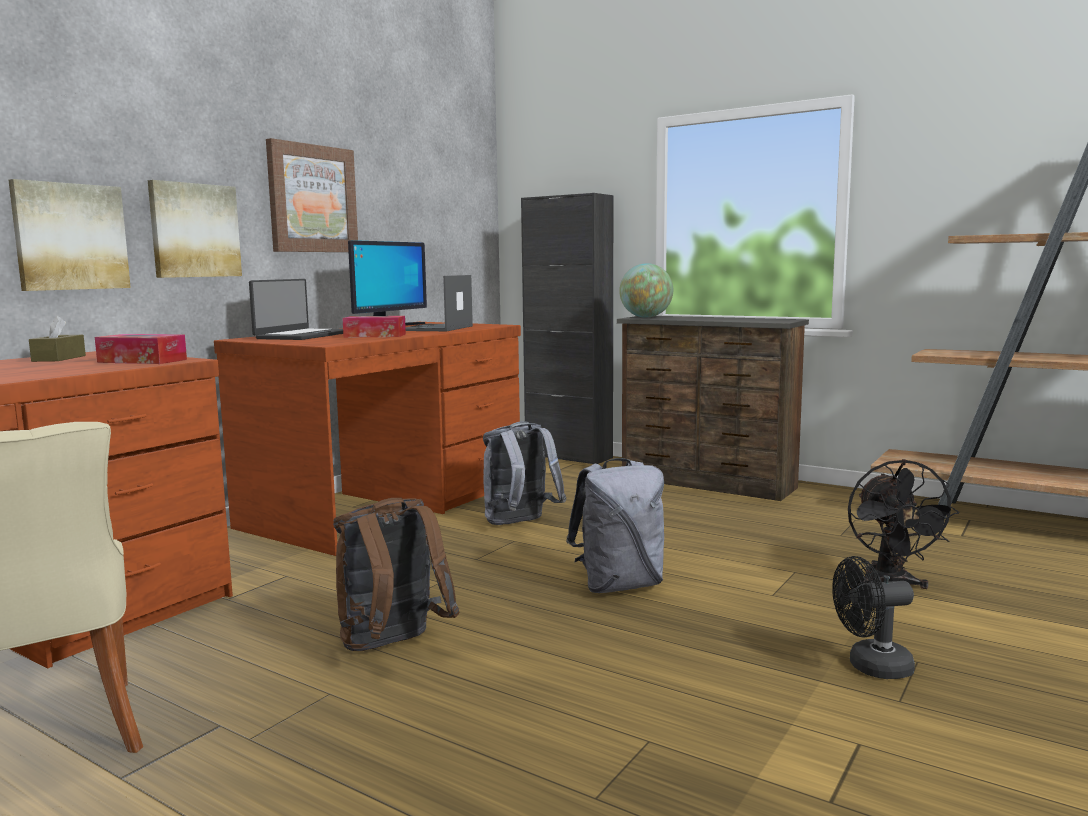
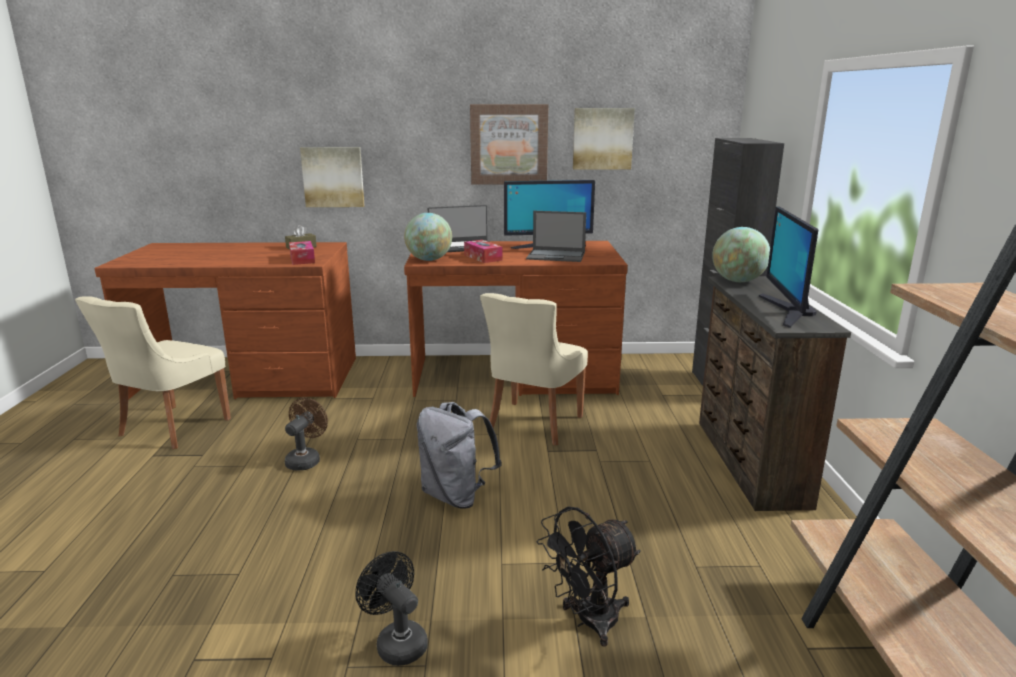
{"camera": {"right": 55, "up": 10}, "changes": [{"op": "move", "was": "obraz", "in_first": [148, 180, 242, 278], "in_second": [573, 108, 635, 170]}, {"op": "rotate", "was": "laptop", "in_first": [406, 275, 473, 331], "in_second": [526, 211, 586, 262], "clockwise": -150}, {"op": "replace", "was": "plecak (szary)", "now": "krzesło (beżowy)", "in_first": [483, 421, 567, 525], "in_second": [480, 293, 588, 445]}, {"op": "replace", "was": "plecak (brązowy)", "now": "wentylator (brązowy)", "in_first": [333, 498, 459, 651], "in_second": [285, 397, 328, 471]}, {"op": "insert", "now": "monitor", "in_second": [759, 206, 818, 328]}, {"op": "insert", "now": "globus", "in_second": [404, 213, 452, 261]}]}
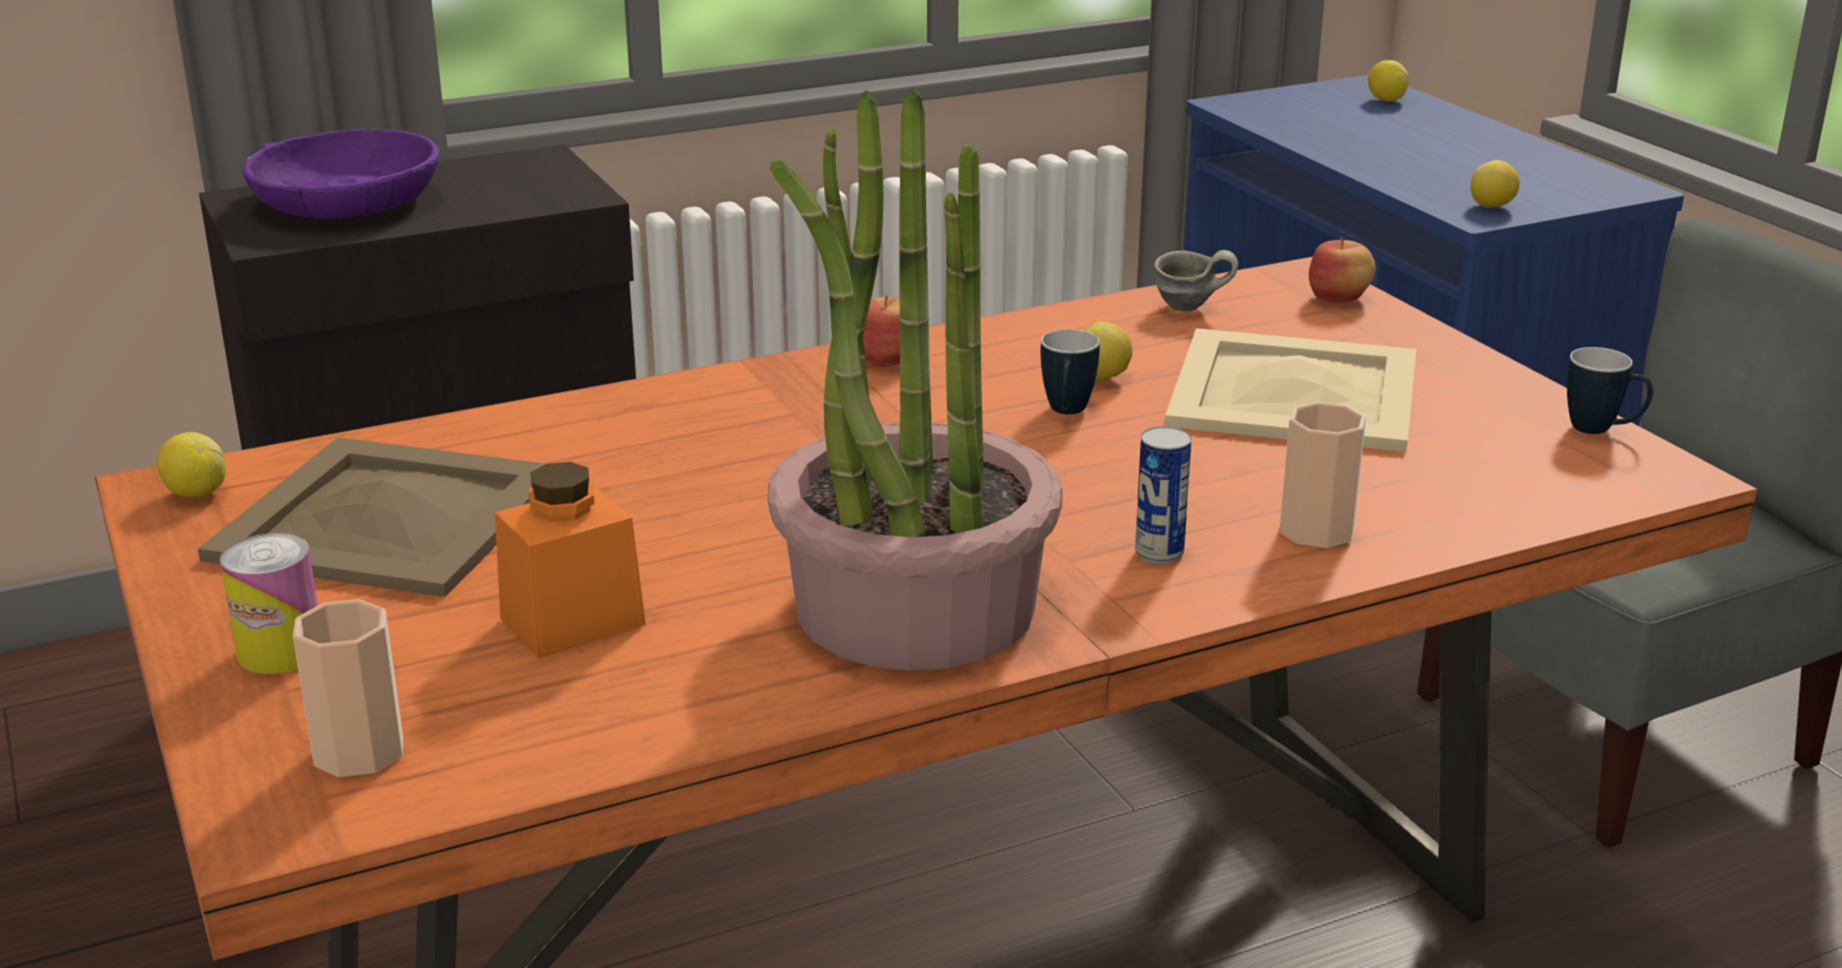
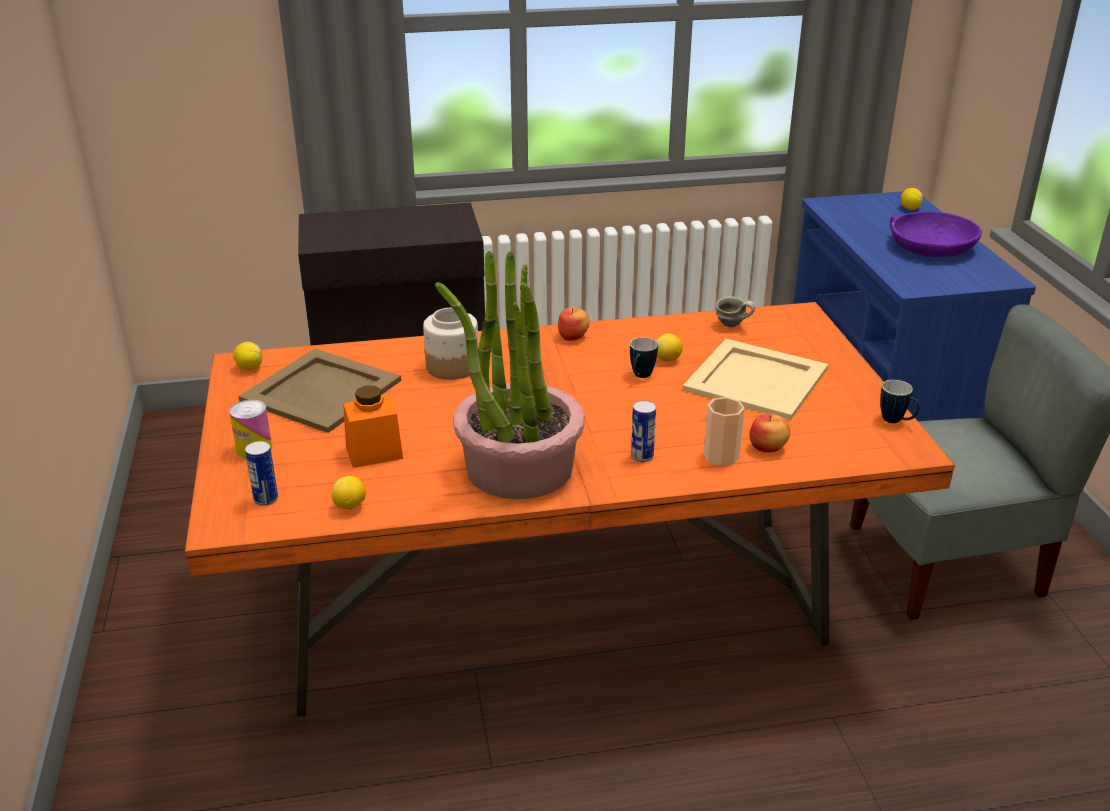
{"camera": {"right": 15, "up": 5}, "changes": [{"op": "move", "was": "miska (fioletowy)", "in_first": [243, 129, 439, 219], "in_second": [890, 211, 982, 257]}, {"op": "move", "was": "cytryna", "in_first": [1471, 160, 1520, 208], "in_second": [332, 476, 366, 510]}, {"op": "move", "was": "jabłko", "in_first": [1309, 237, 1376, 303], "in_second": [749, 414, 790, 453]}, {"op": "replace", "was": "filiżanka", "now": "puszka", "in_first": [293, 599, 403, 777], "in_second": [245, 441, 278, 506]}, {"op": "insert", "now": "słoik", "in_second": [423, 308, 479, 380]}]}
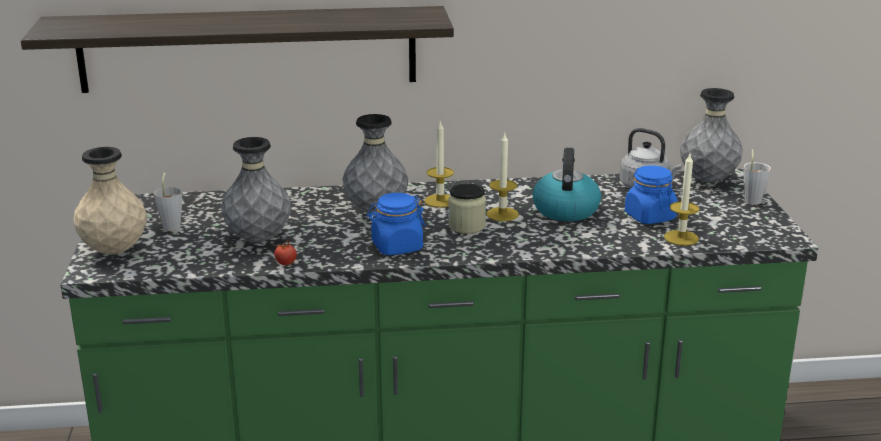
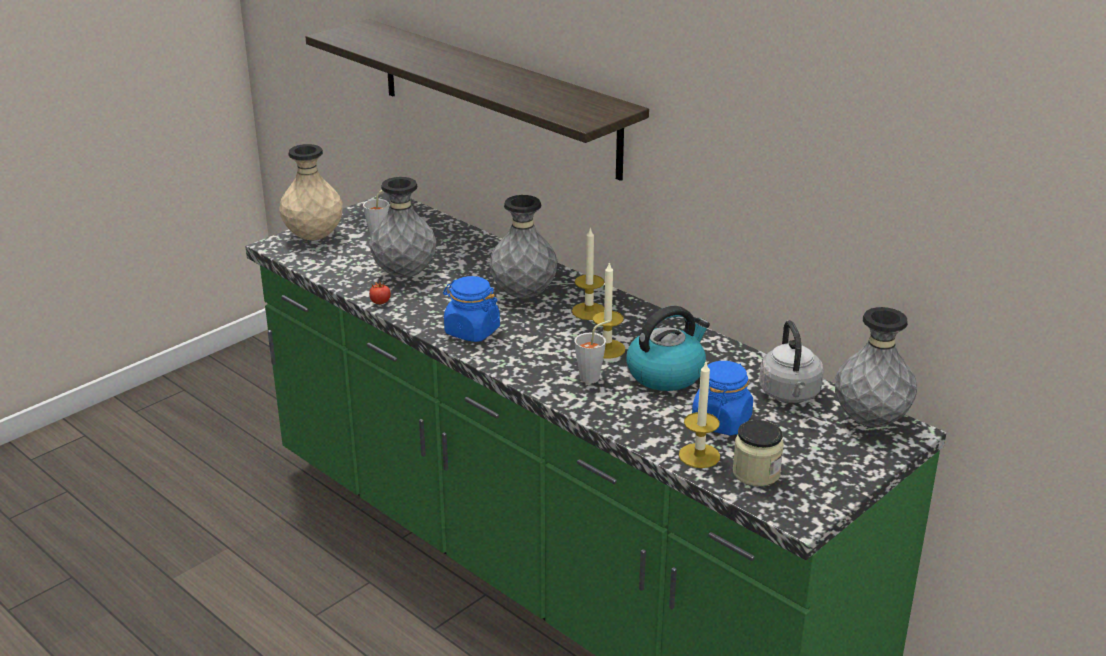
{"camera": {"right": 50, "up": 5}, "changes": [{"op": "move", "was": "filiżanka (szary)", "in_first": [744, 149, 771, 205], "in_second": [575, 320, 610, 384]}, {"op": "move", "was": "słoik", "in_first": [448, 183, 486, 234], "in_second": [733, 420, 784, 487]}]}
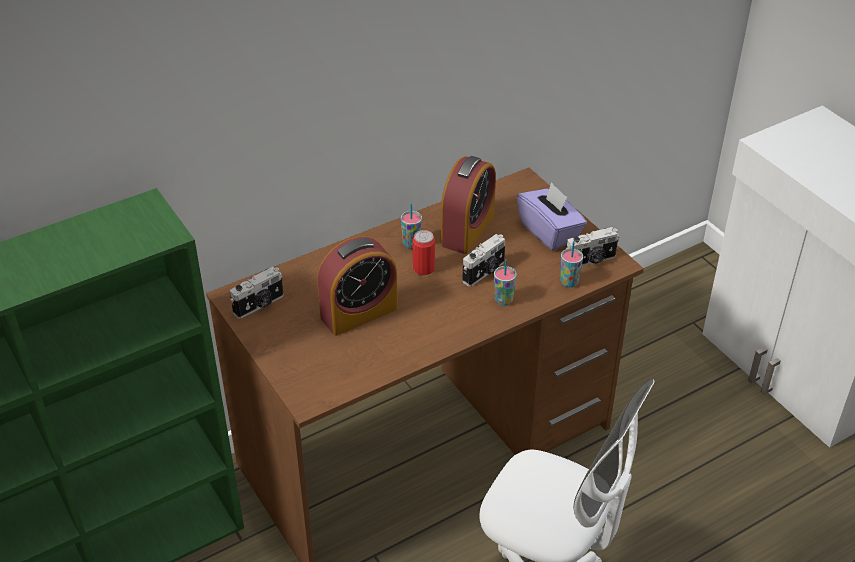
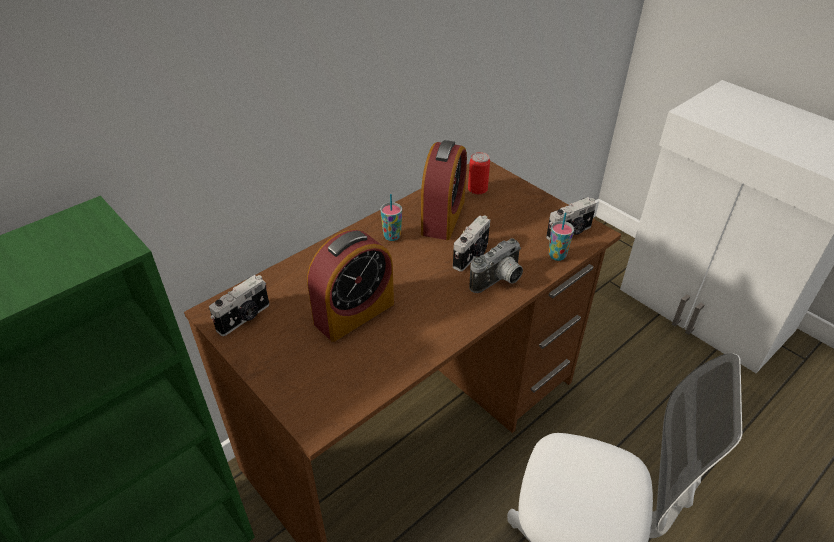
{"camera": {"right": -10, "up": 0}, "changes": [{"op": "delete", "was": "pudełko chusteczek (fioletowy)", "in_first": [517, 182, 587, 250]}, {"op": "move", "was": "puszka", "in_first": [412, 230, 435, 275], "in_second": [468, 152, 490, 194]}, {"op": "replace", "was": "filiżanka", "now": "aparat fotograficzny", "in_first": [494, 259, 517, 306], "in_second": [469, 238, 523, 293]}]}
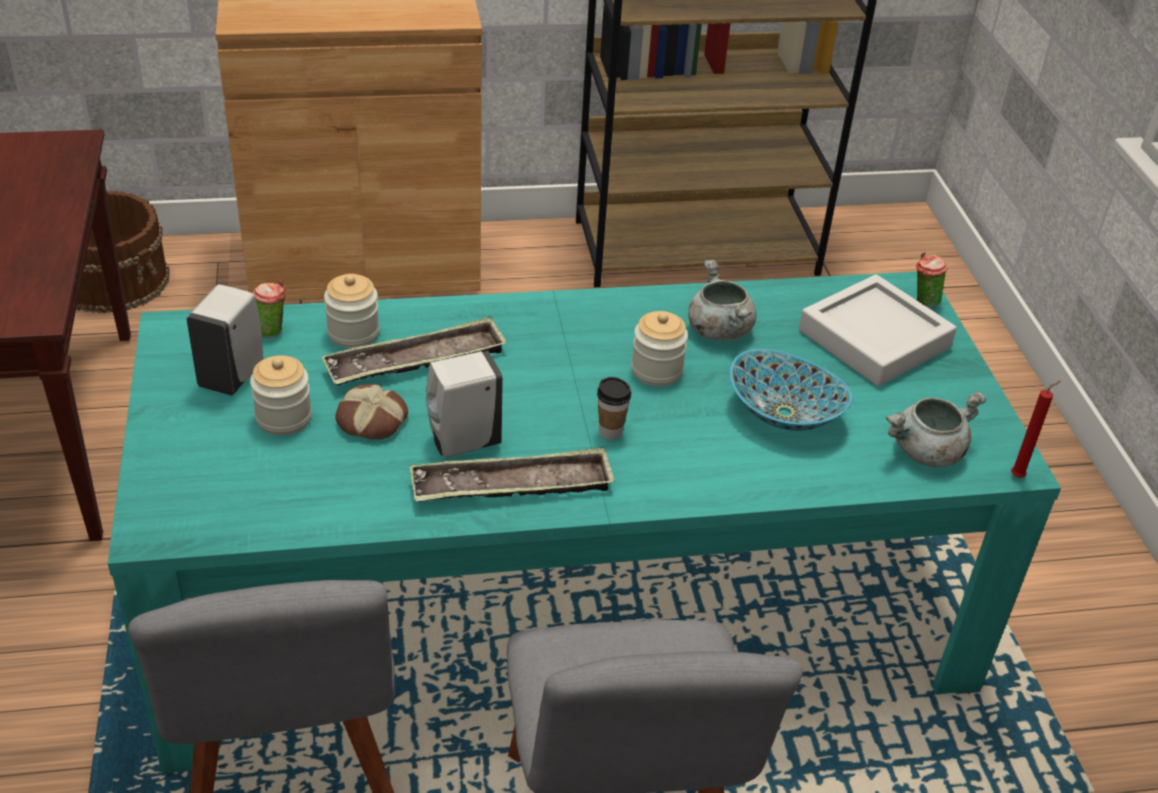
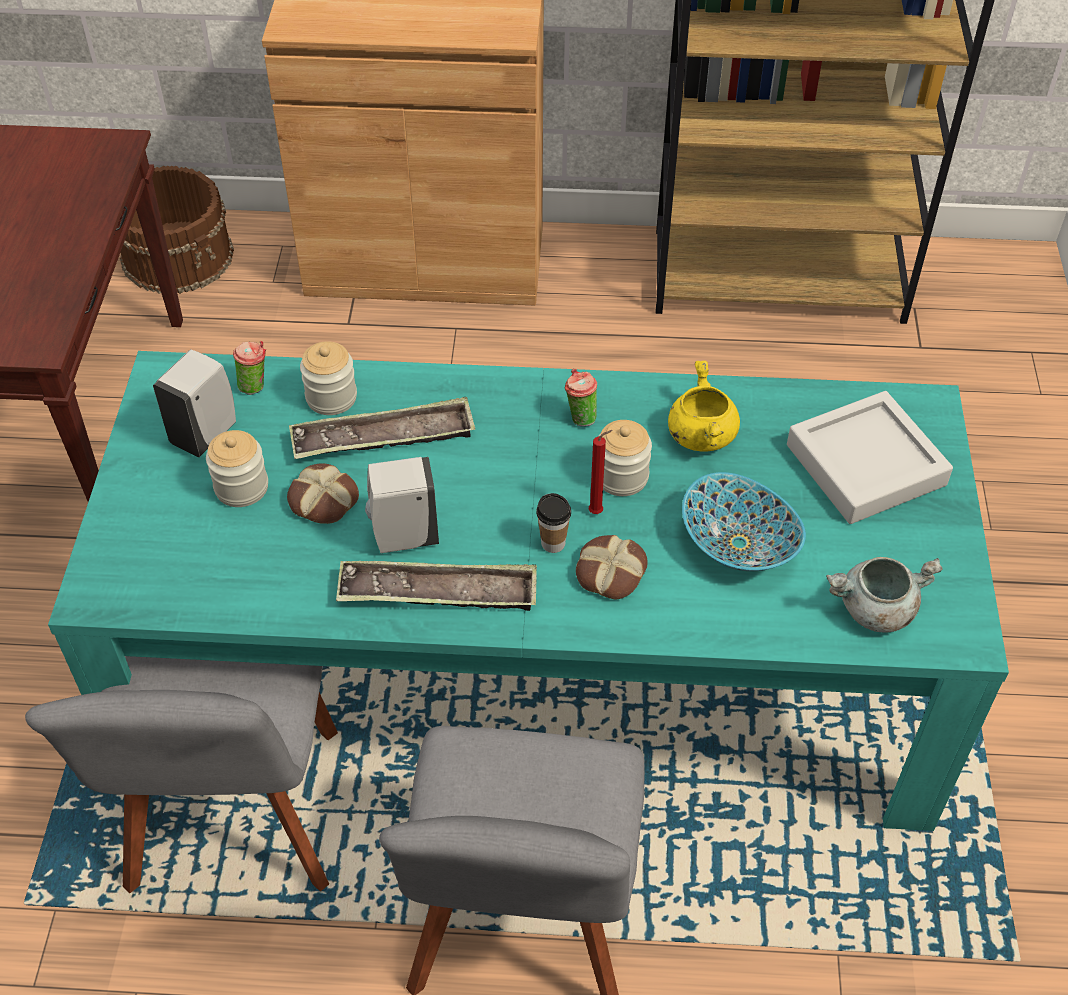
{"camera": {"right": 15, "up": 10}, "changes": [{"op": "move", "was": "filiżanka", "in_first": [916, 252, 948, 307], "in_second": [565, 369, 597, 426]}, {"op": "recolor", "was": "garnek (szary)", "now": "garnek (żółty)", "in_first": [688, 260, 756, 341], "in_second": [668, 361, 740, 452]}, {"op": "move", "was": "świeca (czerwony)", "in_first": [1011, 381, 1061, 478], "in_second": [589, 430, 613, 514]}, {"op": "insert", "now": "chleb", "in_second": [576, 535, 648, 600]}]}
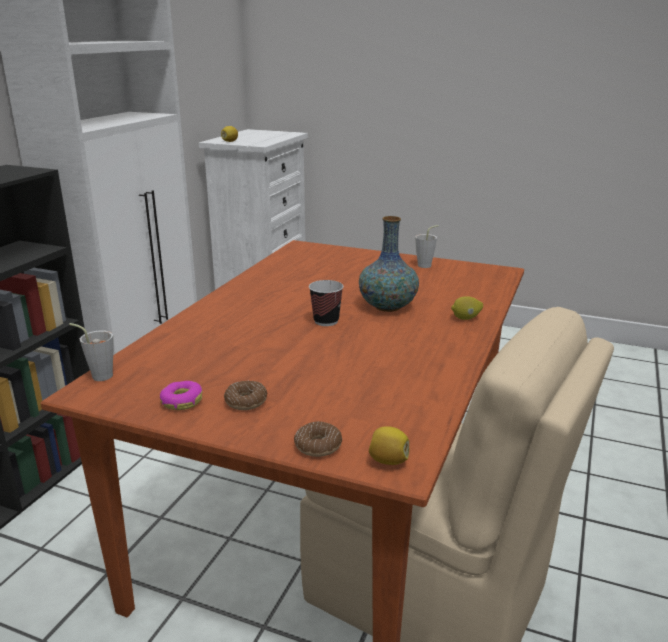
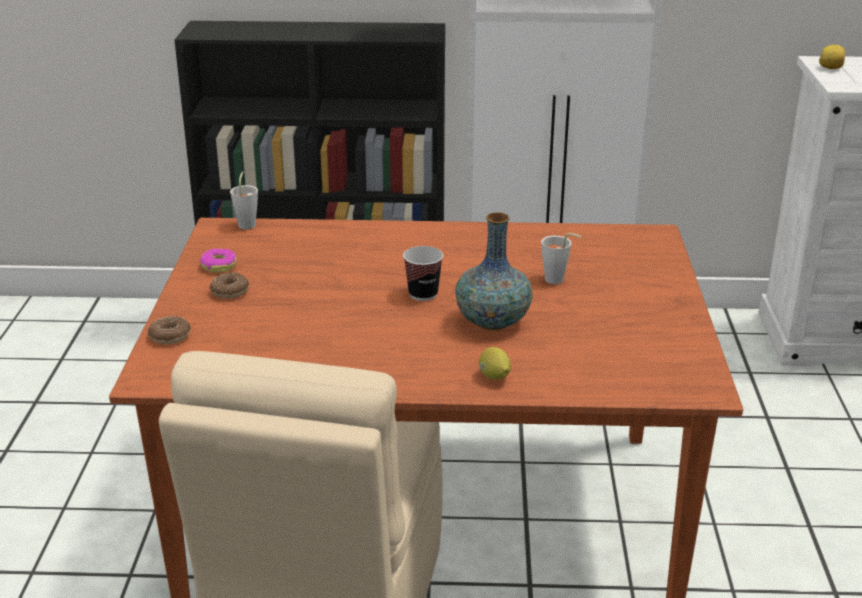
{"camera": {"right": 70, "up": 5}, "changes": [{"op": "move", "was": "filiżanka (szary)", "in_first": [415, 225, 439, 268], "in_second": [541, 233, 582, 284]}, {"op": "delete", "was": "cytryna", "in_first": [369, 426, 409, 465]}]}
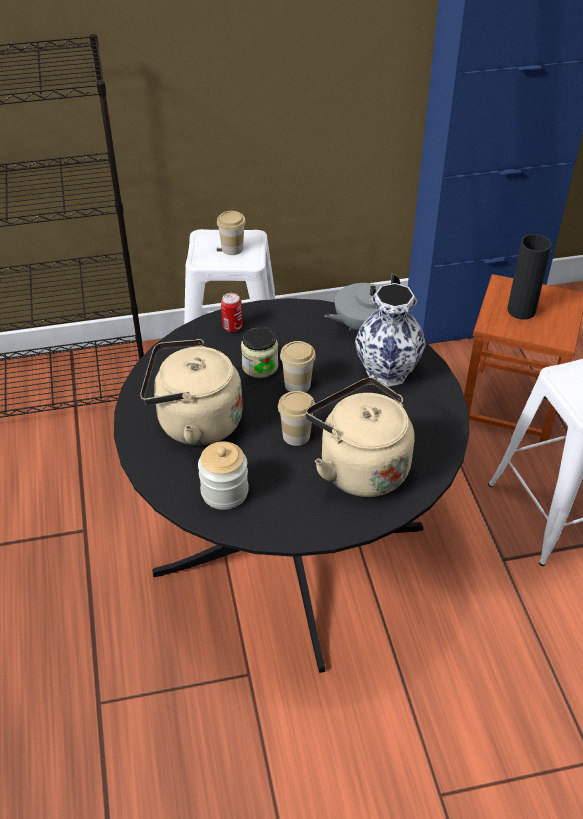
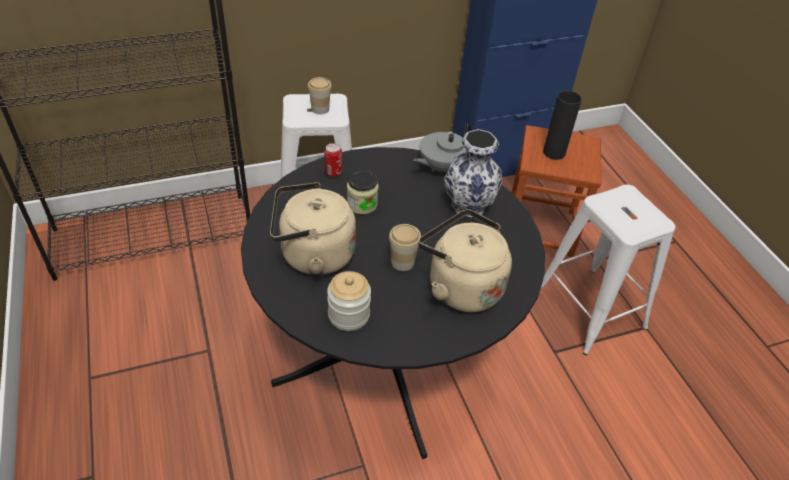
{"camera": {"right": -10, "up": 0}, "changes": [{"op": "delete", "was": "filiżanka", "in_first": [280, 341, 316, 392]}]}
